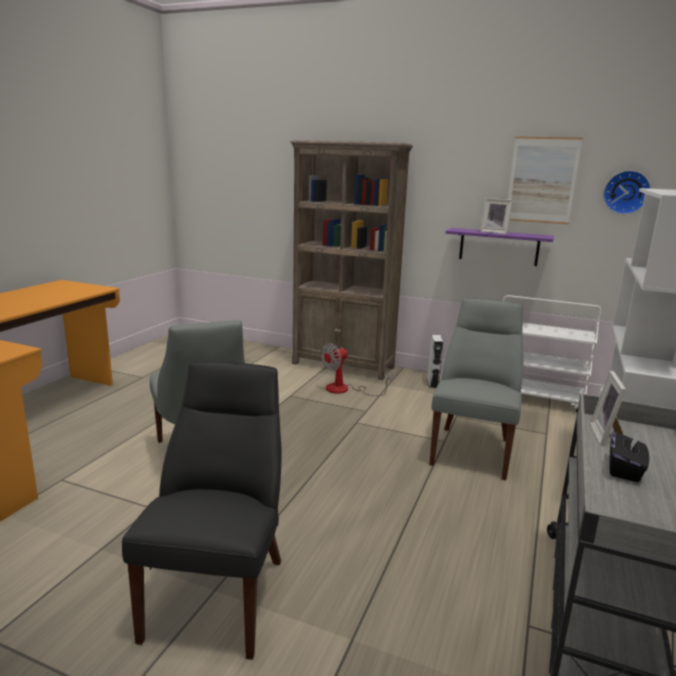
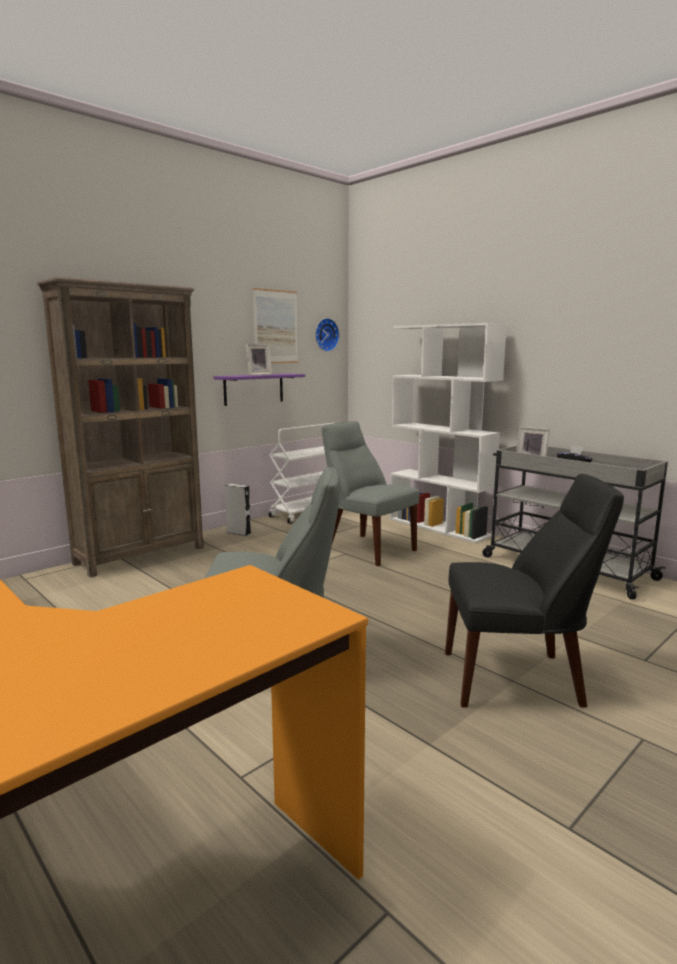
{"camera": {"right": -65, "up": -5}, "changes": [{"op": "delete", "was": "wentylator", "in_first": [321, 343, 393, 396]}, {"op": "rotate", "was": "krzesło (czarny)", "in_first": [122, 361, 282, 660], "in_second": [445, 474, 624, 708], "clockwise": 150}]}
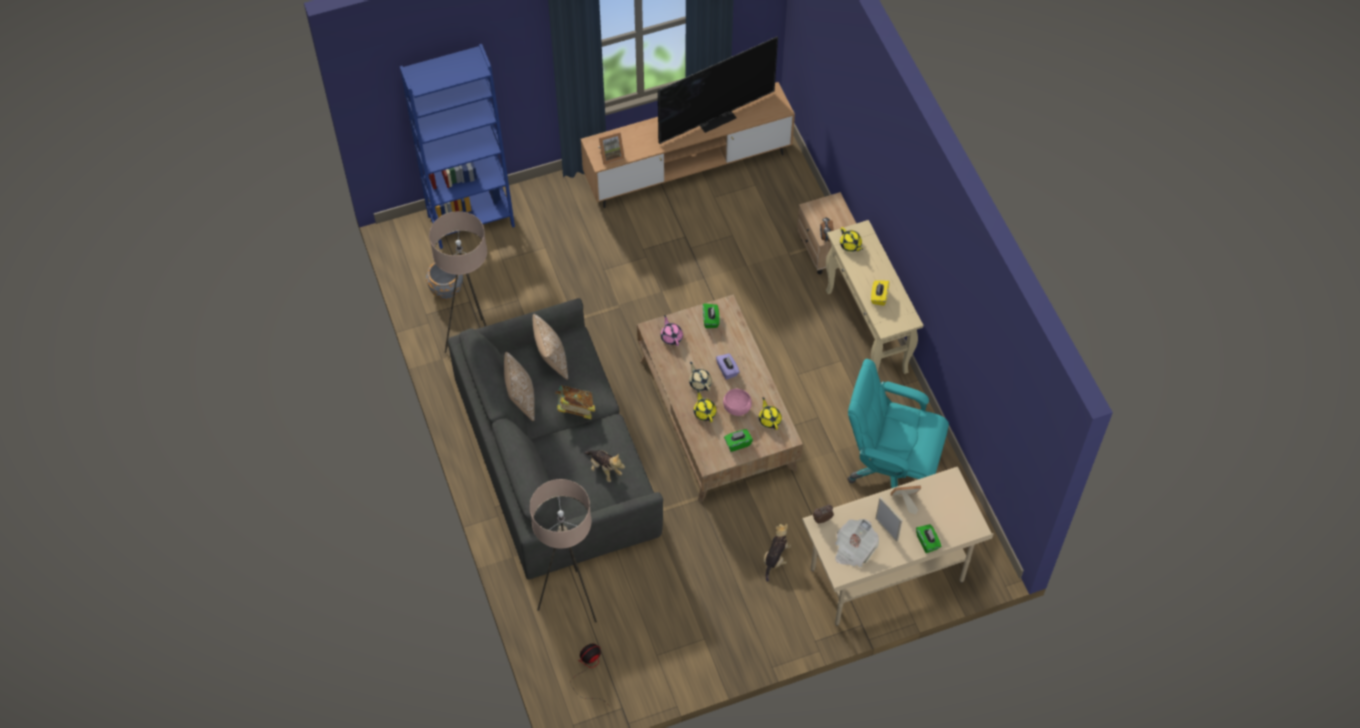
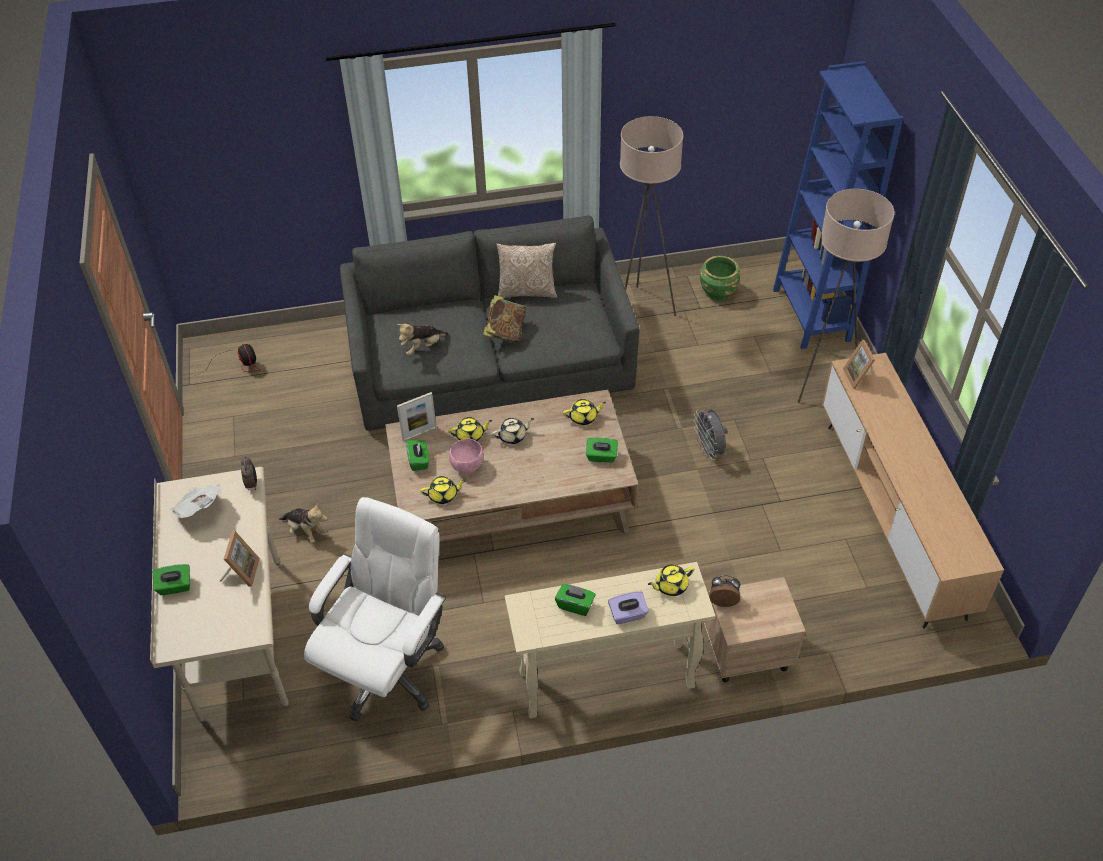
{"camera": {"right": 100, "up": -10}, "changes": [{"op": "delete", "was": "telewizor", "in_first": [658, 36, 778, 144]}, {"op": "recolor", "was": "donica (szary)", "now": "donica (zielony)", "in_first": [426, 262, 463, 299], "in_second": [700, 256, 740, 301]}, {"op": "recolor", "was": "pudełko chusteczek (żółty)", "now": "pudełko chusteczek (zielony)", "in_first": [871, 281, 889, 306], "in_second": [555, 584, 595, 616]}, {"op": "delete", "was": "poduszka", "in_first": [533, 314, 568, 380]}, {"op": "recolor", "was": "imbryk (różowy)", "now": "imbryk (żółty)", "in_first": [661, 315, 683, 346], "in_second": [563, 399, 606, 425]}, {"op": "move", "was": "pudełko chusteczek (fioletowy)", "in_first": [716, 354, 740, 380], "in_second": [608, 592, 649, 624]}, {"op": "recolor", "was": "krzesło biurowe (turkusowy)", "now": "krzesło biurowe (biały)", "in_first": [847, 359, 949, 488], "in_second": [304, 497, 446, 722]}, {"op": "move", "was": "lampa stojąca (beżowy)", "in_first": [530, 479, 597, 622], "in_second": [798, 189, 895, 403]}, {"op": "move", "was": "ramka na zdjęcie", "in_first": [876, 497, 903, 542], "in_second": [397, 392, 437, 442]}, {"op": "insert", "now": "wentylator (szary)", "in_second": [694, 409, 727, 460]}]}
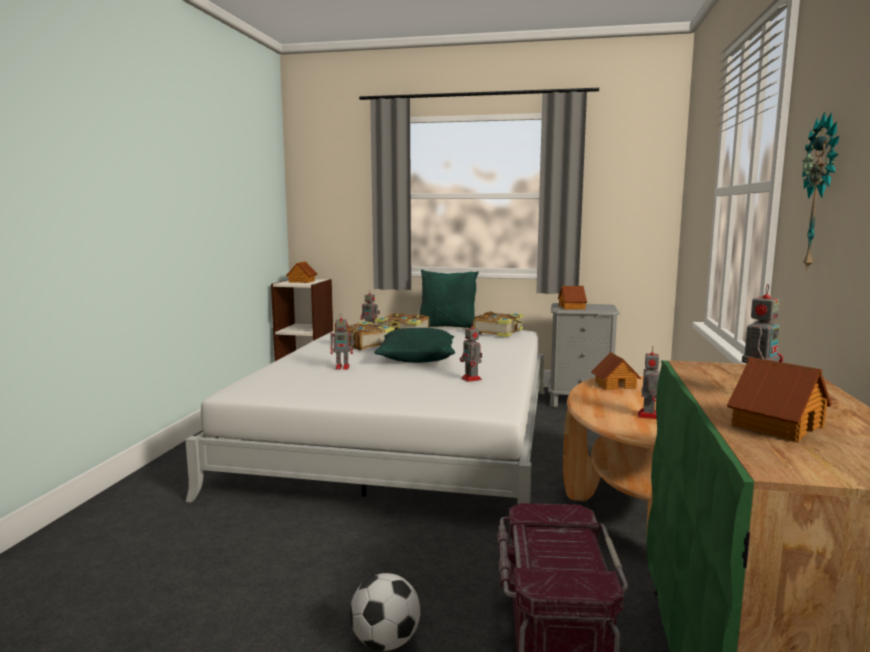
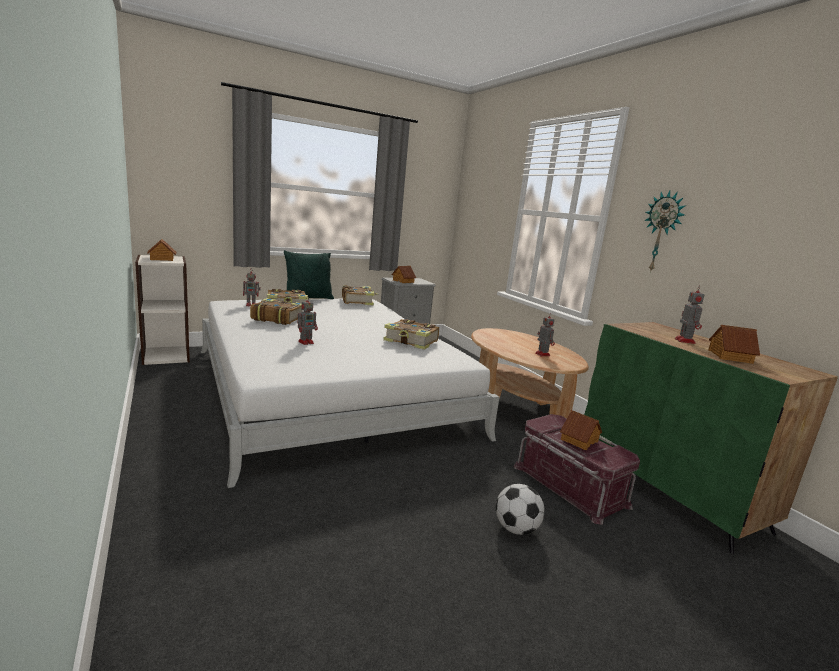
{"camera": {"right": -40, "up": 5}, "changes": [{"op": "replace", "was": "robot zabawkowy", "now": "książka", "in_first": [460, 322, 482, 382], "in_second": [383, 319, 439, 350]}, {"op": "delete", "was": "poduszka (zielony)", "in_first": [374, 328, 455, 363]}, {"op": "move", "was": "domek", "in_first": [591, 352, 641, 390], "in_second": [560, 410, 602, 450]}]}
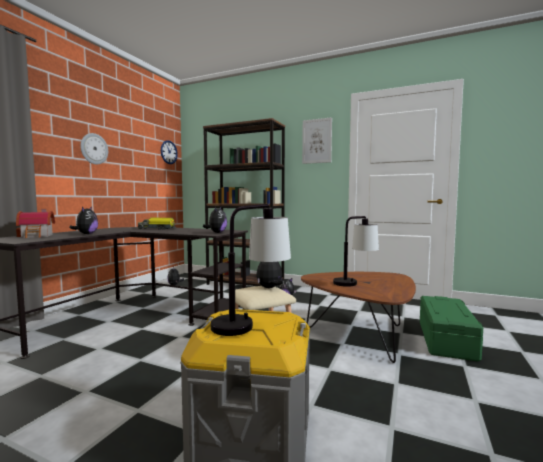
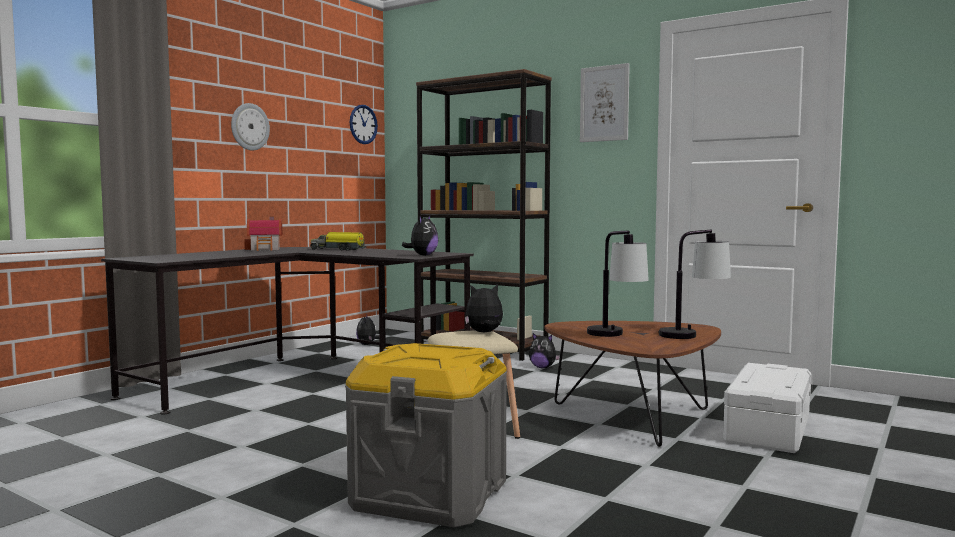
{"camera": {"right": 10, "up": 0}, "changes": [{"op": "move", "was": "lampa stołowa", "in_first": [210, 204, 291, 336], "in_second": [659, 230, 731, 339]}, {"op": "delete", "was": "pluszak", "in_first": [69, 206, 98, 234]}, {"op": "move", "was": "domek", "in_first": [16, 209, 55, 238], "in_second": [244, 216, 283, 251]}, {"op": "recolor", "was": "pojemnik do przechowywania (zielony)", "now": "pojemnik do przechowywania (biały)", "in_first": [420, 296, 483, 362], "in_second": [723, 363, 811, 453]}]}
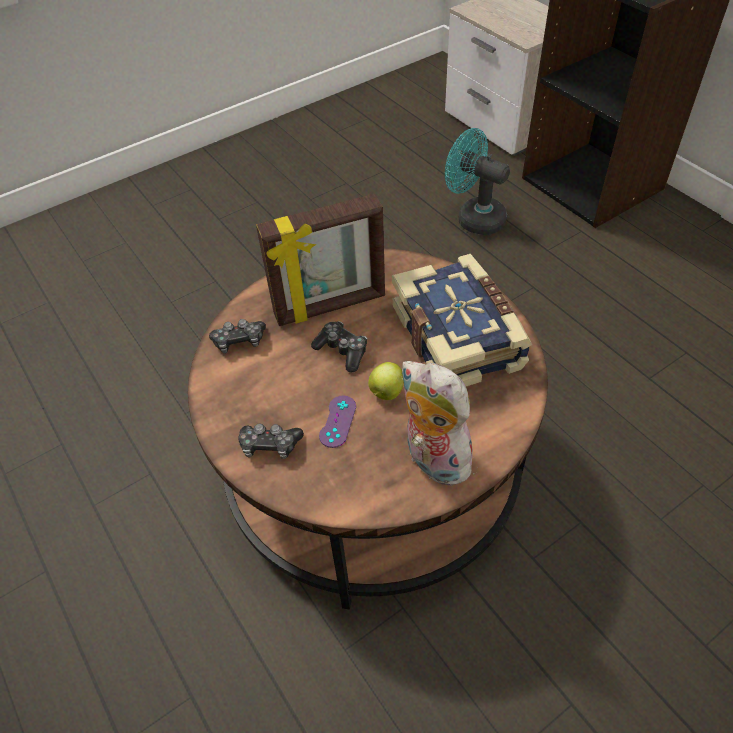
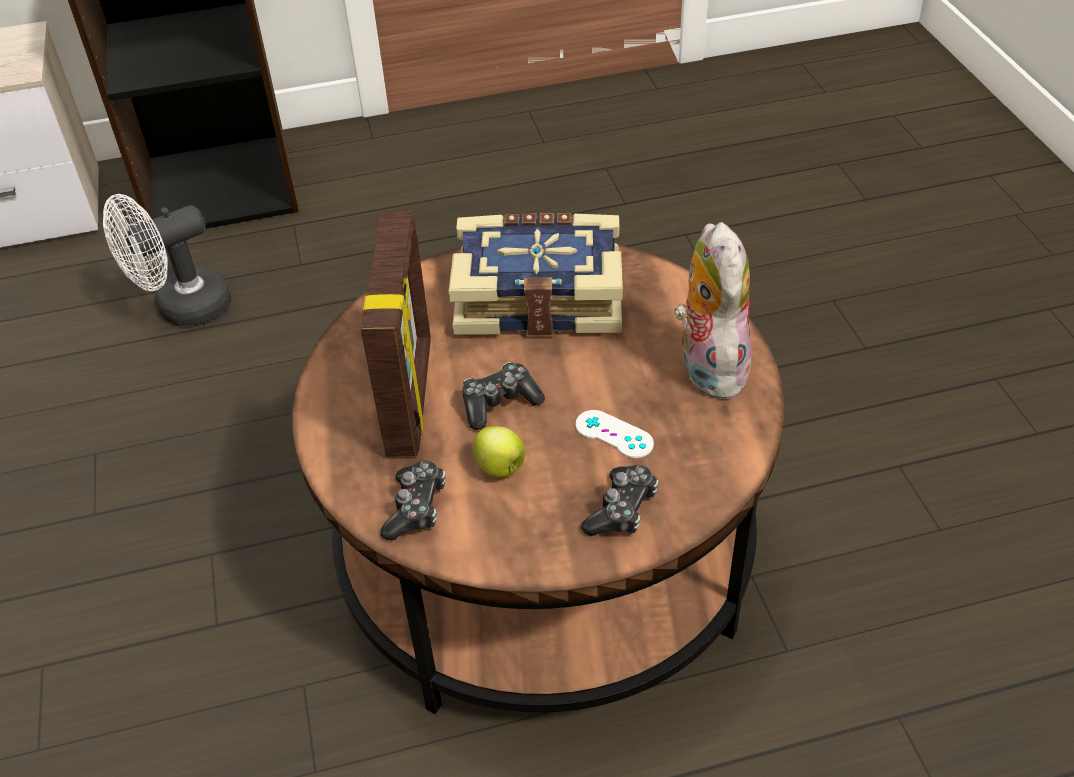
{"camera": {"right": -70, "up": -5}, "changes": [{"op": "recolor", "was": "wentylator (turkusowy)", "now": "wentylator (biały)", "in_first": [445, 128, 510, 235], "in_second": [103, 194, 231, 326]}, {"op": "rotate", "was": "pluszak", "in_first": [401, 361, 480, 486], "in_second": [674, 222, 752, 399], "clockwise": 105}, {"op": "move", "was": "jabłko", "in_first": [368, 362, 404, 400], "in_second": [472, 426, 526, 477]}, {"op": "recolor", "was": "pad do gier (fioletowy)", "now": "pad do gier (biały)", "in_first": [319, 395, 356, 448], "in_second": [575, 410, 654, 458]}]}
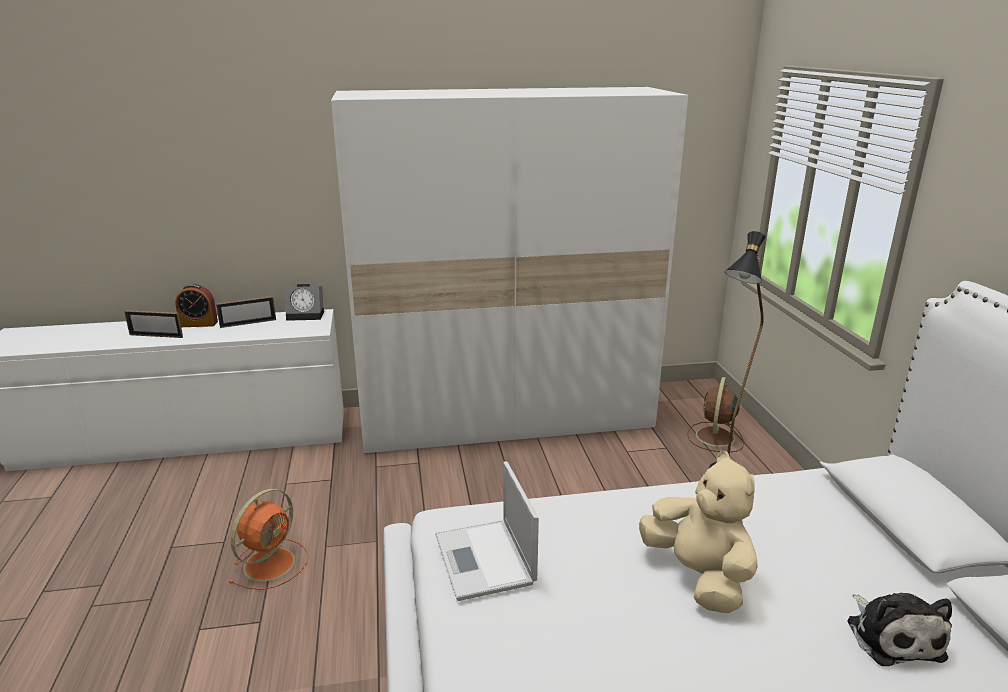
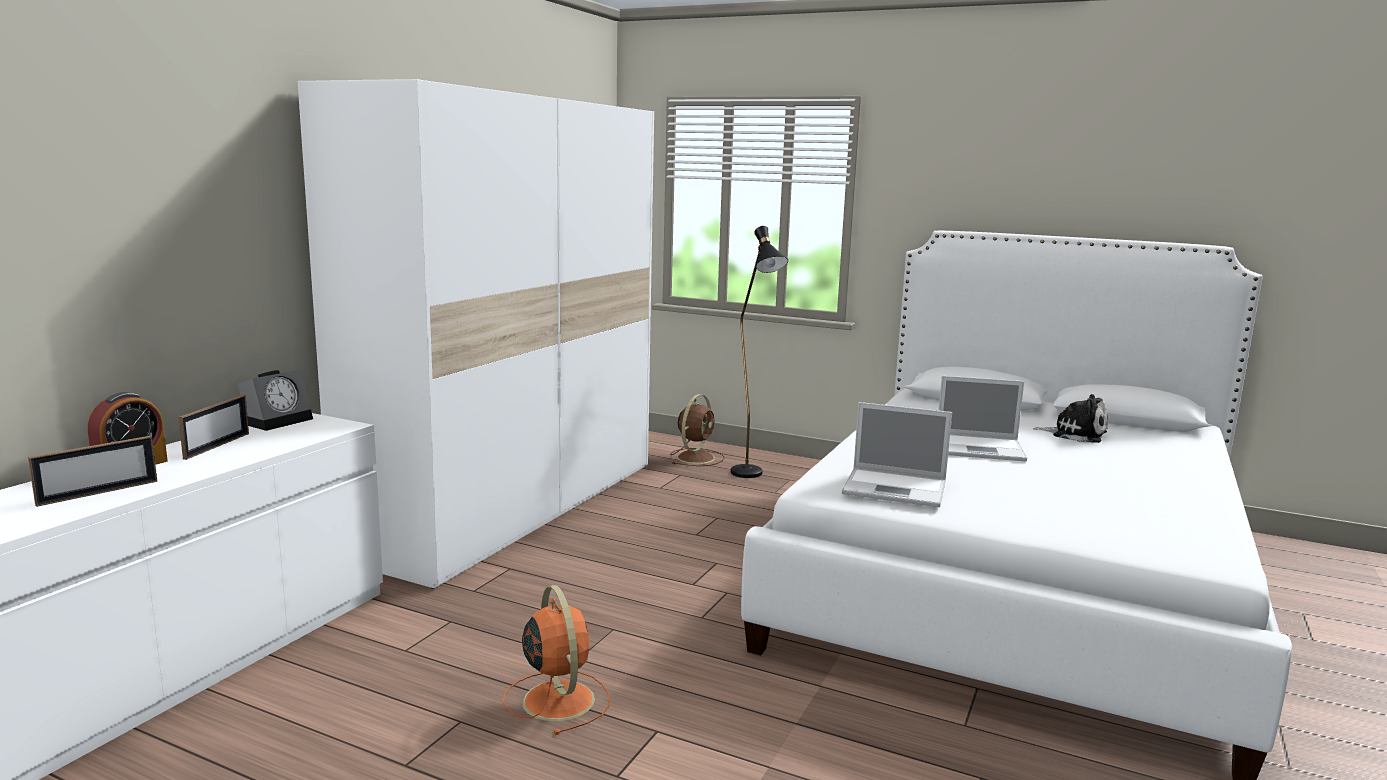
{"camera": {"right": -55, "up": -10}, "changes": [{"op": "rotate", "was": "wentylator (brązowy)", "in_first": [687, 377, 744, 452], "in_second": [670, 394, 725, 466], "clockwise": -120}, {"op": "replace", "was": "pluszak (beżowy)", "now": "laptop", "in_first": [639, 450, 758, 613], "in_second": [938, 376, 1027, 461]}]}
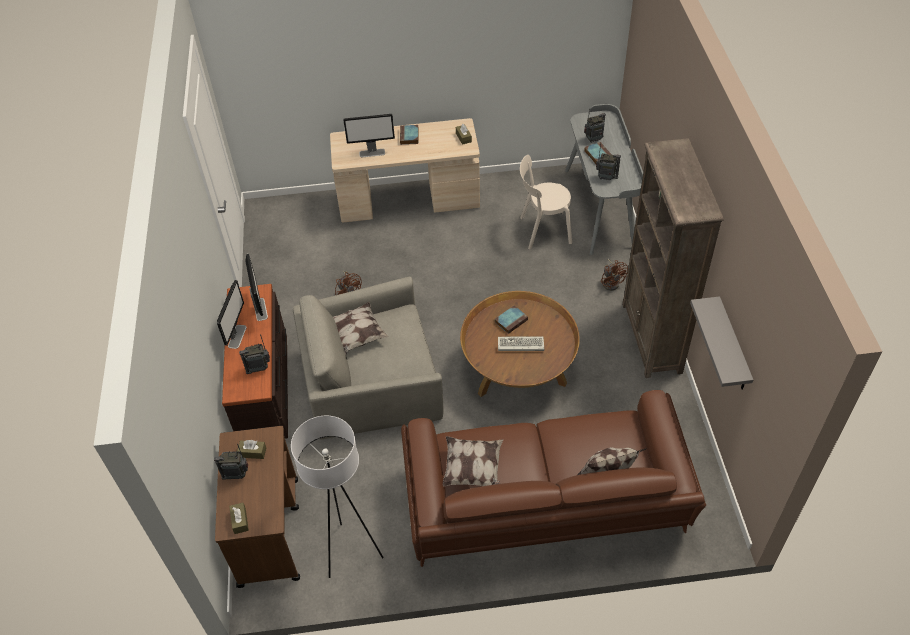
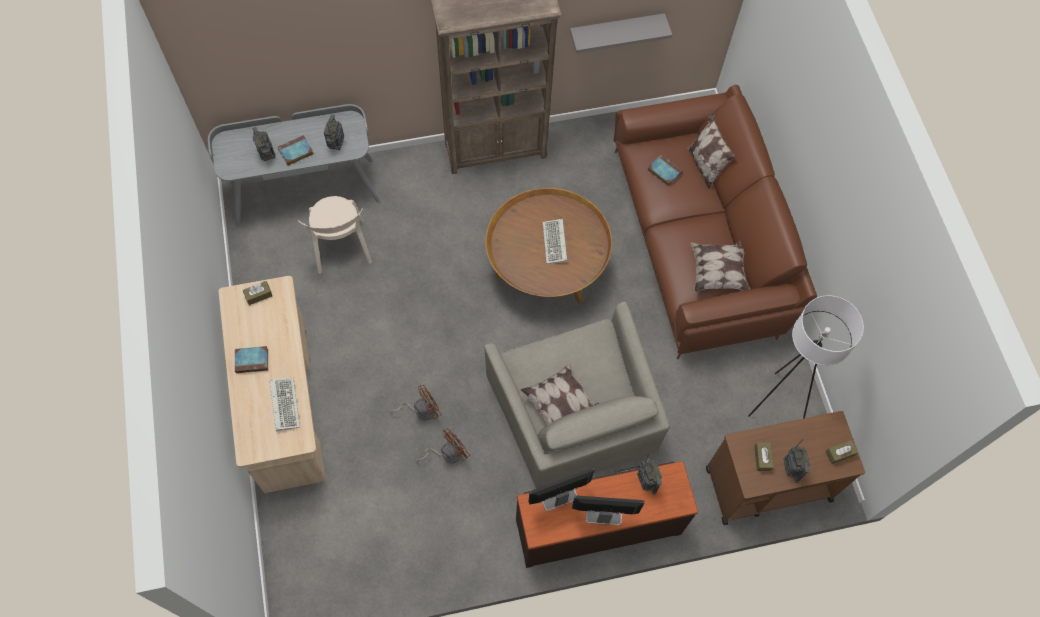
{"camera": {"right": -100, "up": 15}, "changes": [{"op": "replace", "was": "monitor", "now": "klawiatura", "in_first": [343, 114, 395, 157], "in_second": [270, 377, 300, 431]}, {"op": "move", "was": "wentylator (brązowy)", "in_first": [601, 258, 628, 291], "in_second": [390, 385, 442, 421]}, {"op": "move", "was": "książka", "in_first": [495, 305, 528, 334], "in_second": [648, 154, 683, 186]}]}
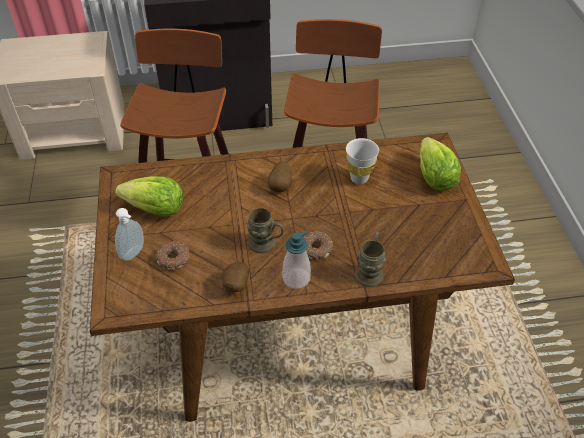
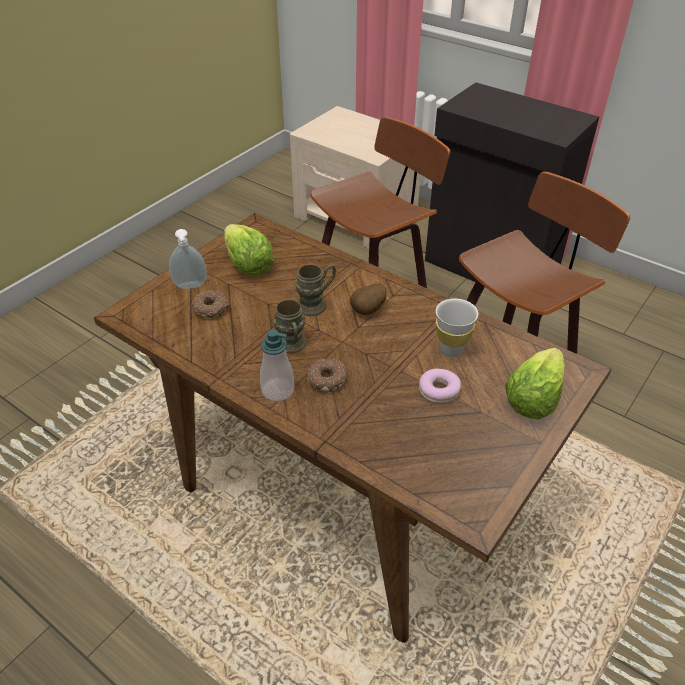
{"camera": {"right": 45, "up": -5}, "changes": [{"op": "move", "was": "kubek (brązowy)", "in_first": [355, 231, 386, 287], "in_second": [295, 264, 336, 316]}, {"op": "delete", "was": "ziemniak", "in_first": [222, 262, 249, 292]}, {"op": "insert", "now": "donut", "in_second": [419, 369, 461, 403]}]}
